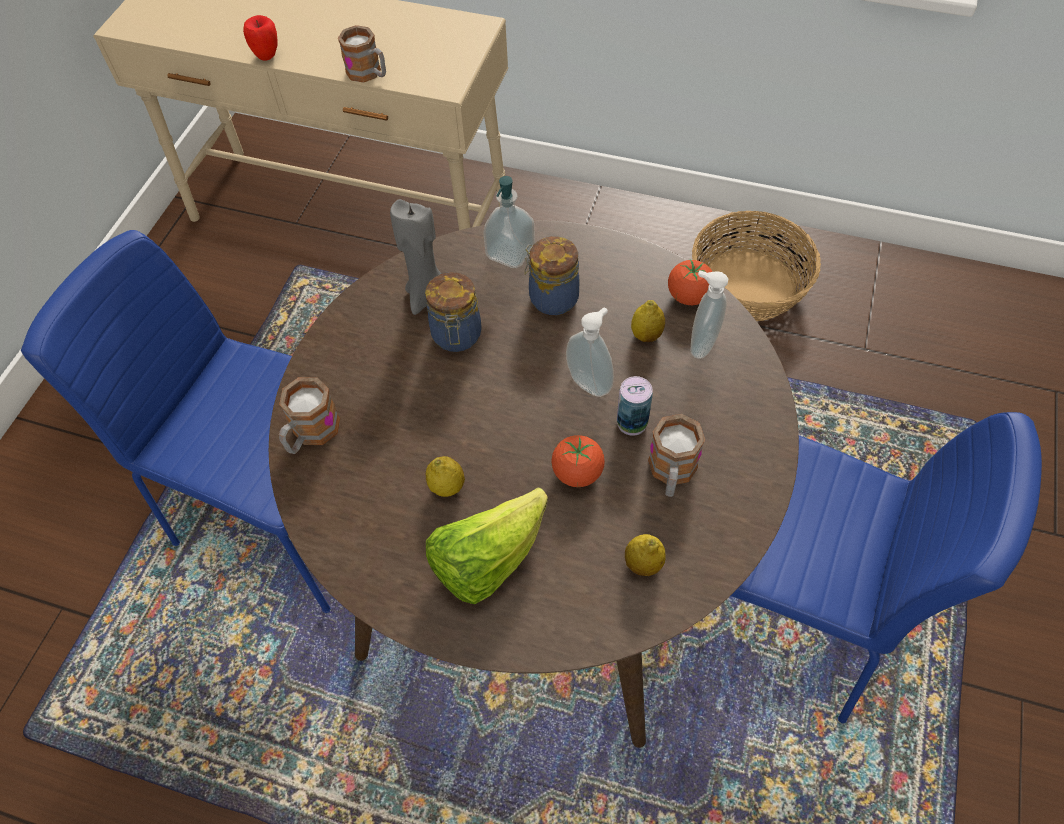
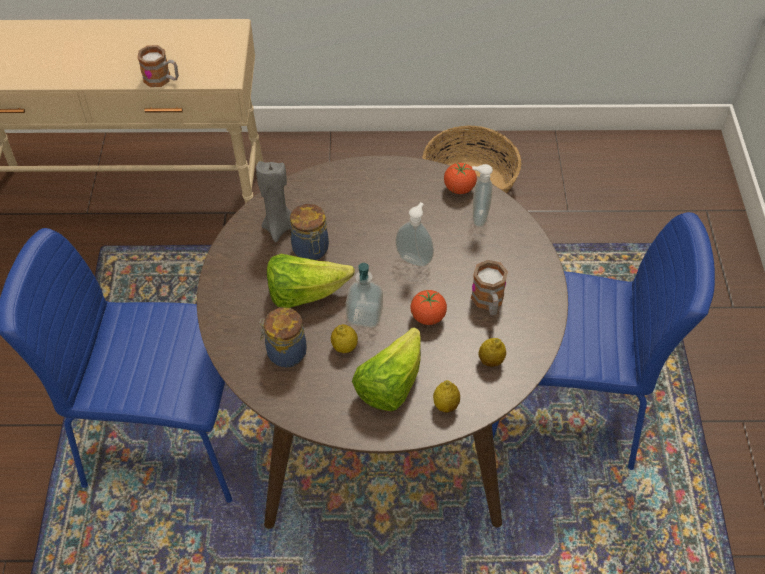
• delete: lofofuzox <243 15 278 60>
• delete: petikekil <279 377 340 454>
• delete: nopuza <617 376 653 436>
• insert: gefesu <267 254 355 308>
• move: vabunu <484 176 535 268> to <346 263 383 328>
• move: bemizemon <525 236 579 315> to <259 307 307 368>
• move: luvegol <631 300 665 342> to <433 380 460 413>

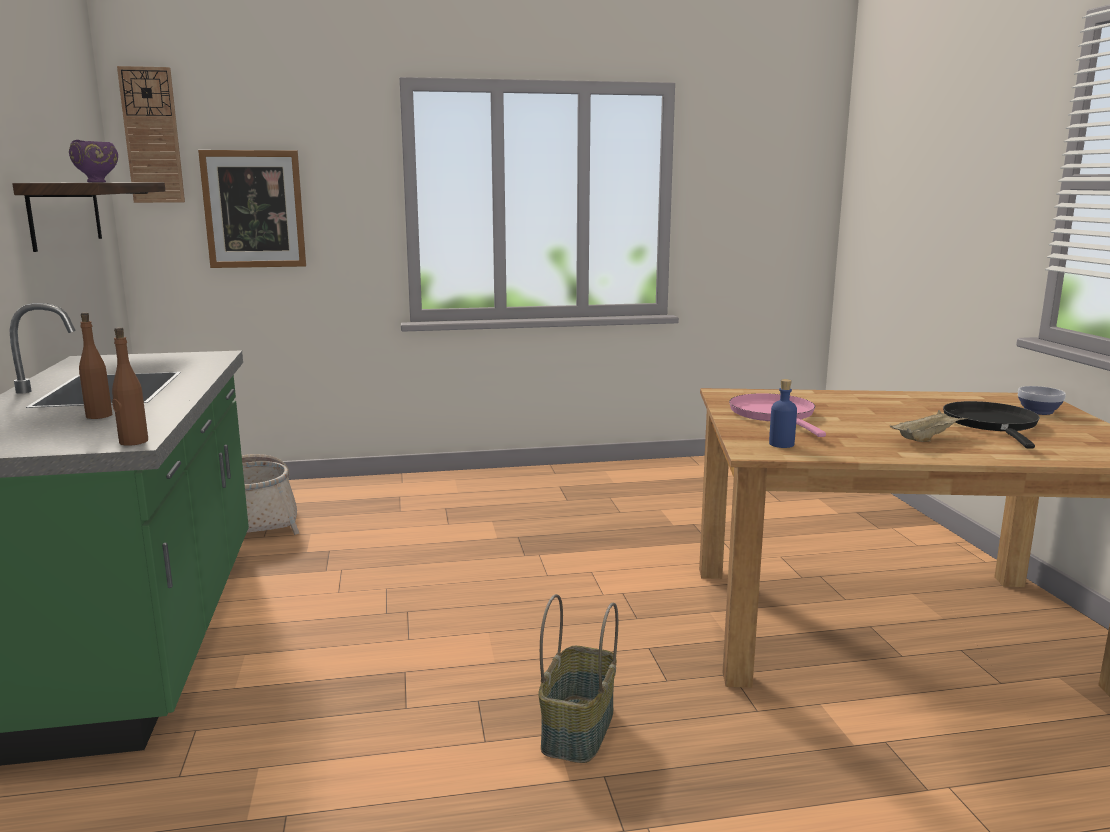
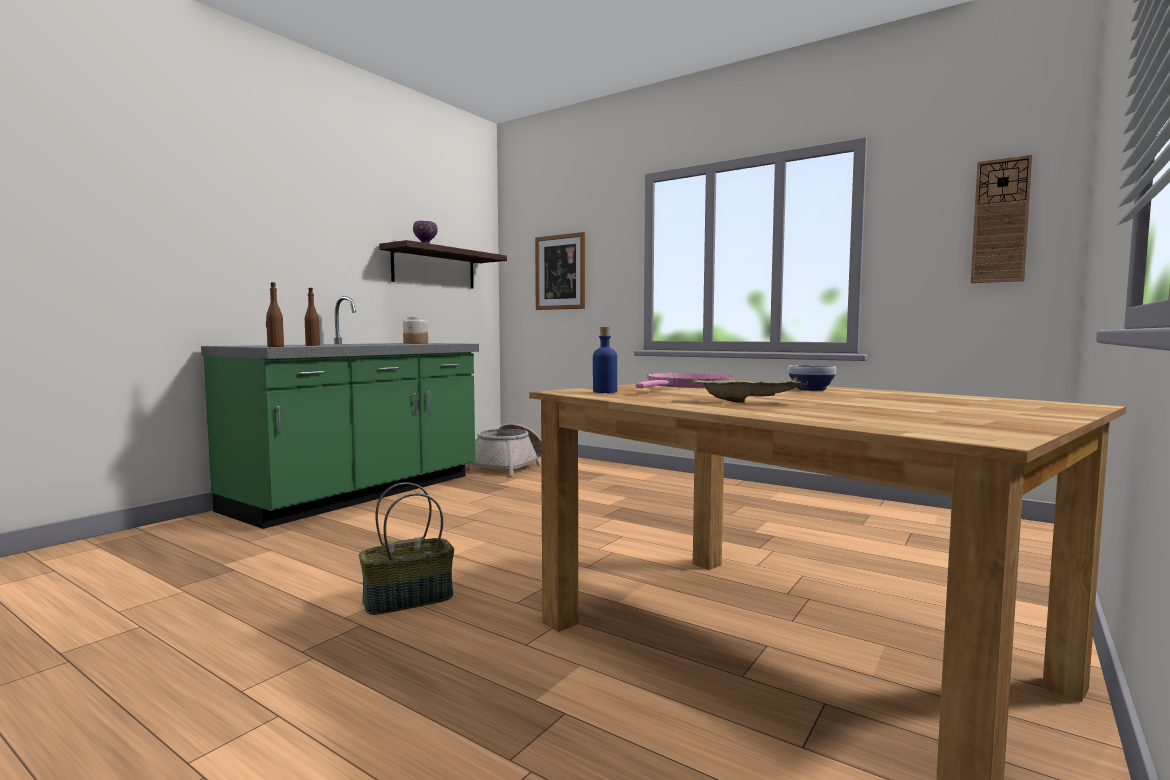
• delete: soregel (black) <943 401 1040 449>
• insert: bemizemon <403 317 428 344>
• move: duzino <117 66 185 203> to <971 155 1033 283>
• move: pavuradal <1018 386 1066 415> to <788 365 836 391>

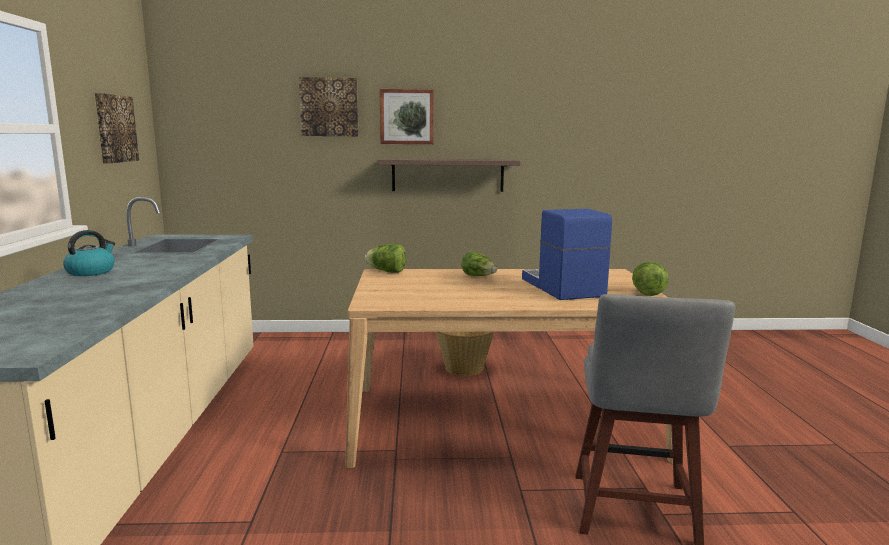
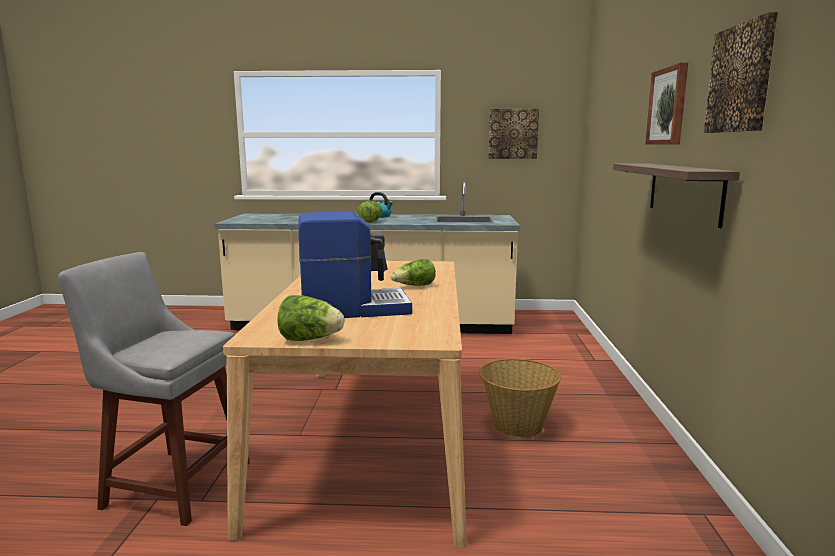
• move: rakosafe <299 77 358 136> to <704 12 779 133>
• move: gefesu <365 244 406 273> to <358 201 382 223>

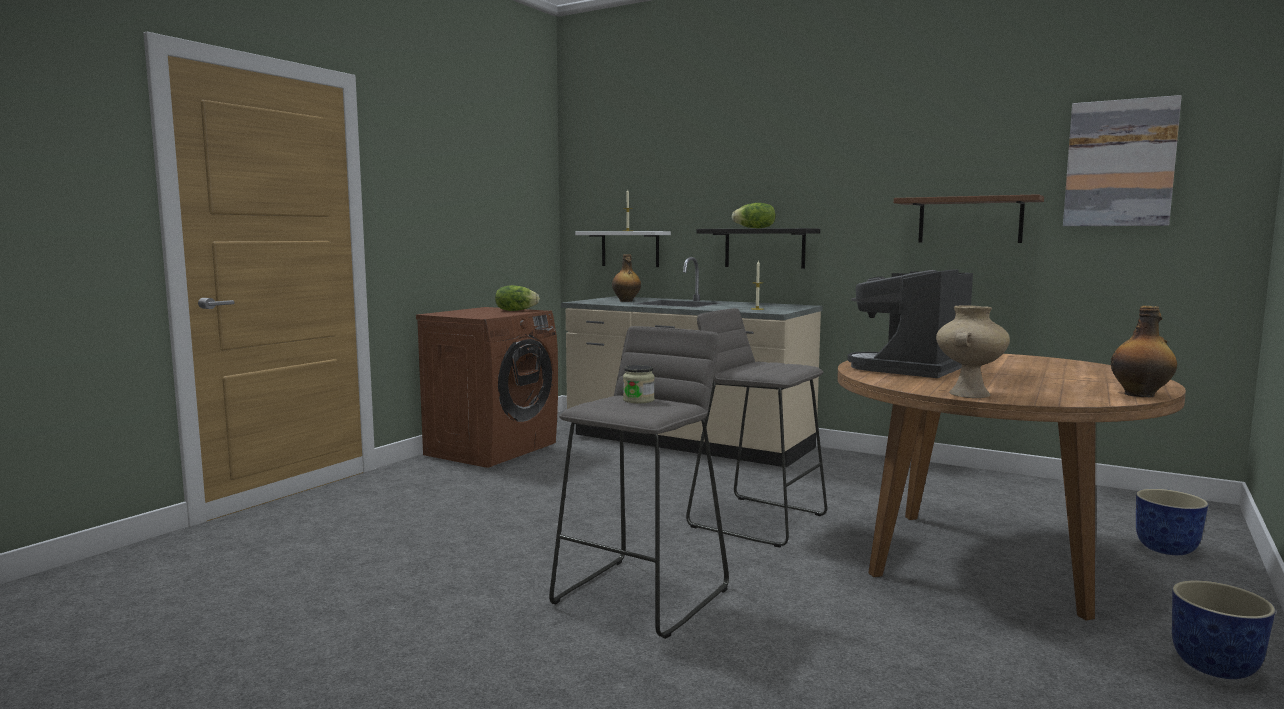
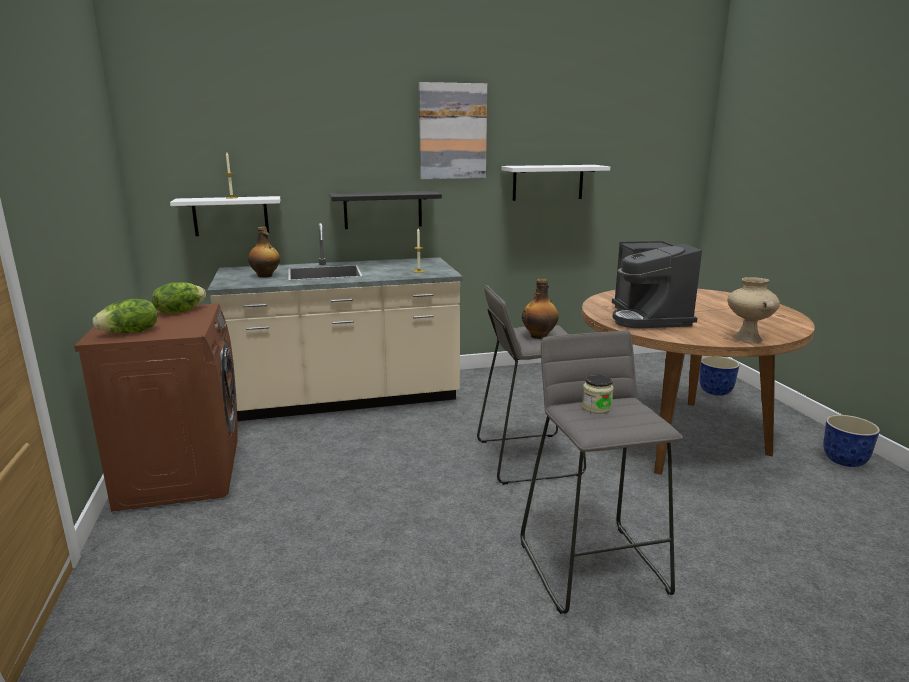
• move: gefesu <732 203 776 228> to <93 299 157 333>
• move: rakosafe <1063 95 1182 226> to <419 82 487 179>
• move: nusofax <1111 306 1177 397> to <522 279 559 339>
• recolor: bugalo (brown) <894 194 1044 243> to bugalo (white) <501 165 610 201>

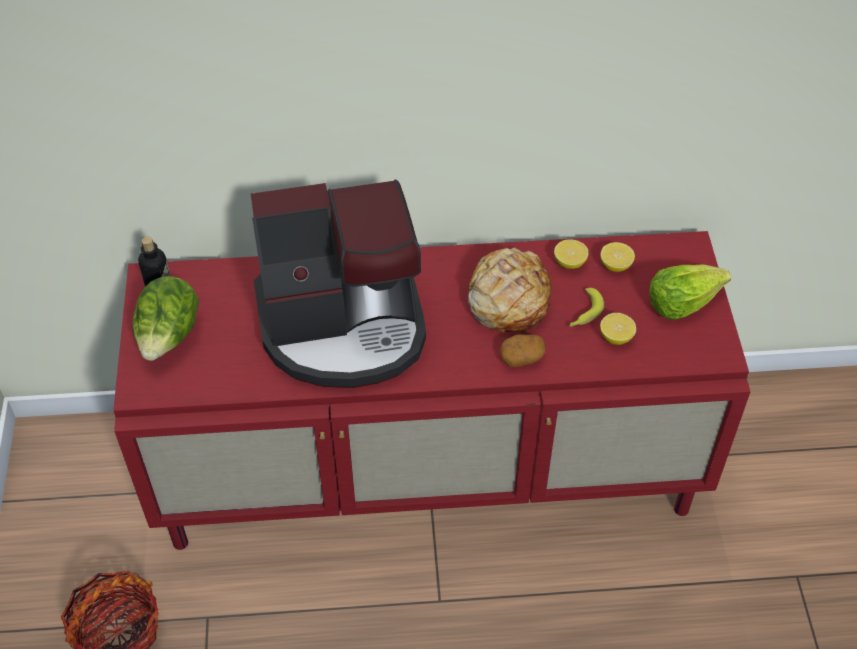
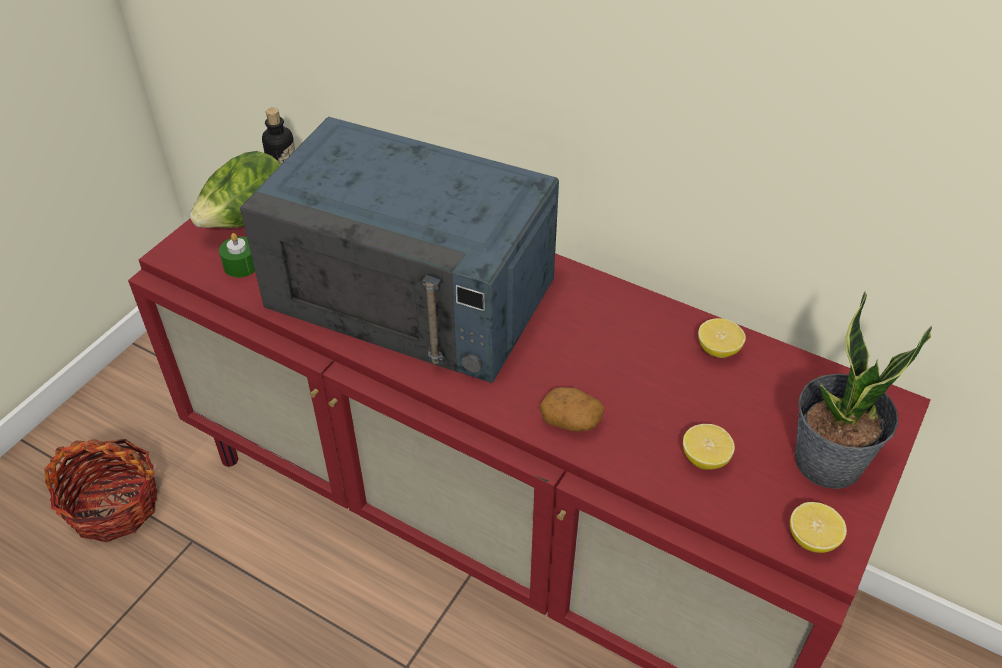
• delete: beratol <467 247 552 332>
• delete: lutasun <570 288 604 327>
• insert: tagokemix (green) <219 233 255 278>
• move: luvegol <600 242 635 272> to <790 502 847 553>
• replace: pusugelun <251 180 426 388> to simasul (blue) <240 117 559 383>
• replace: gefesu <649 264 731 320> to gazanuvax <795 292 932 489>

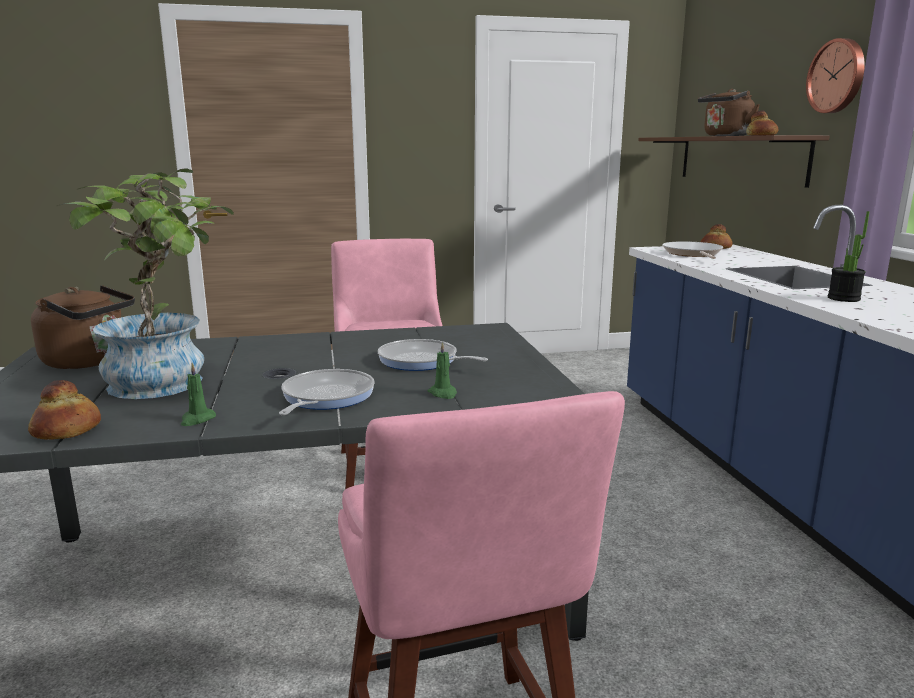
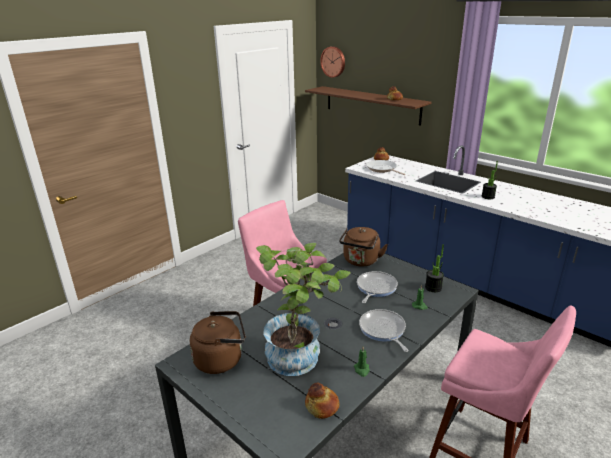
• insert: gazanuvax <425 244 444 292>
• move: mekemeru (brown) <698 89 760 136> to <339 227 388 267>
• move: duzino <806 38 865 113> to <320 46 345 78>
• rotate: soregel <378 339 488 371> = <357 271 398 303> 120 degrees clockwise

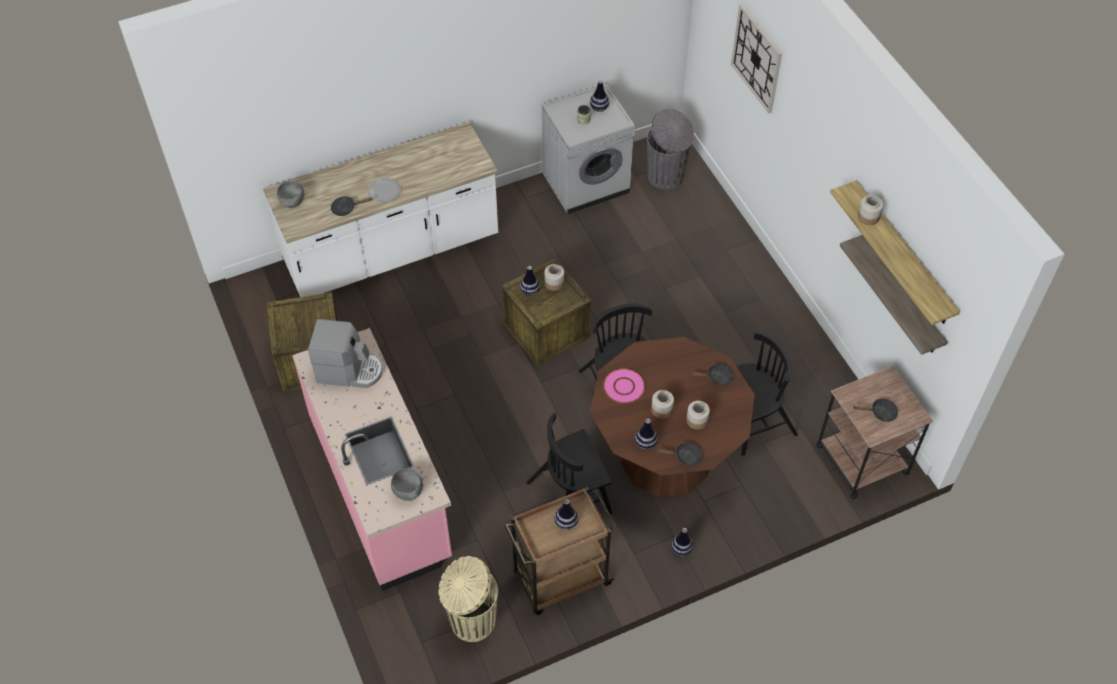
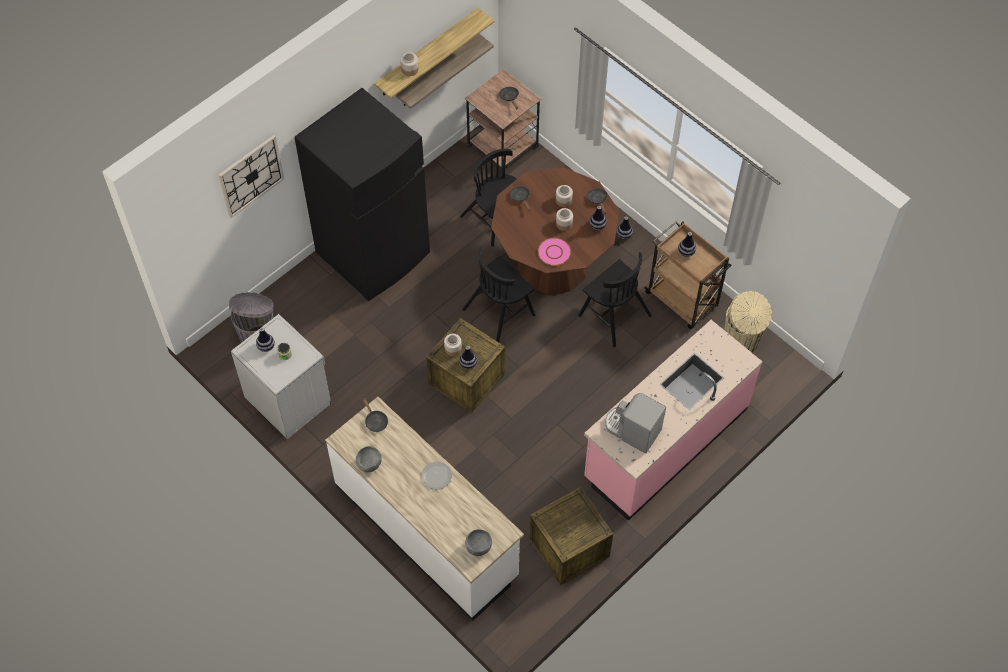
• insert: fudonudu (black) <295 88 430 301>
• move: soregel (black) <331 196 373 216> to <363 398 388 432>
• move: pavuradal (grey) <391 468 423 501> to <356 446 382 473>
• rotate: pusugelun <308 319 382 388> = <605 393 666 454> 45 degrees counterclockwise

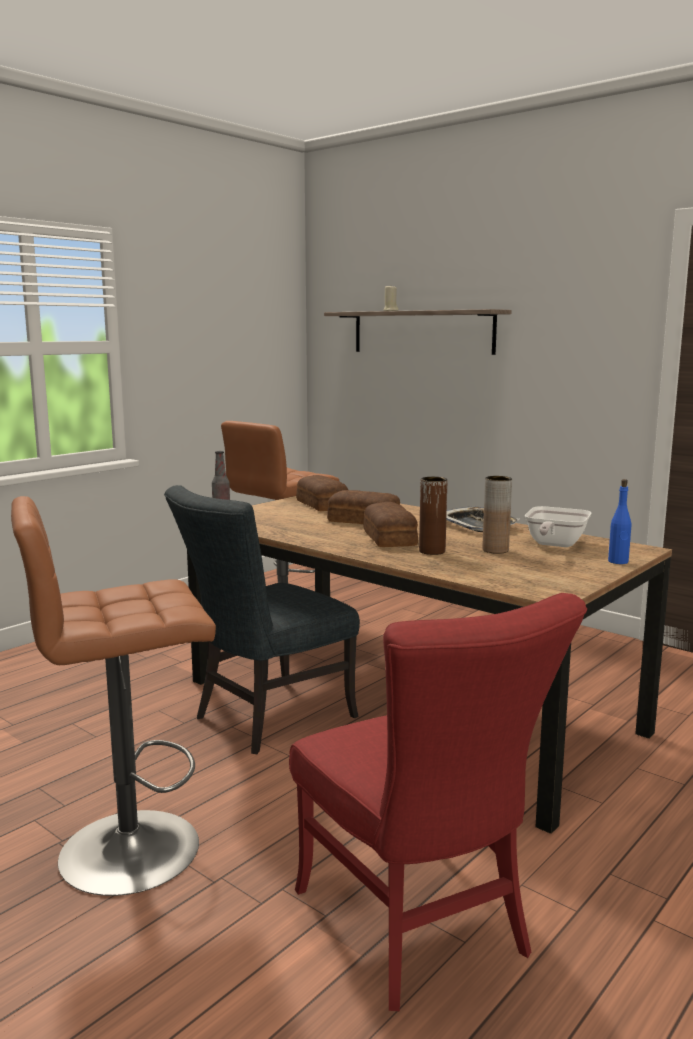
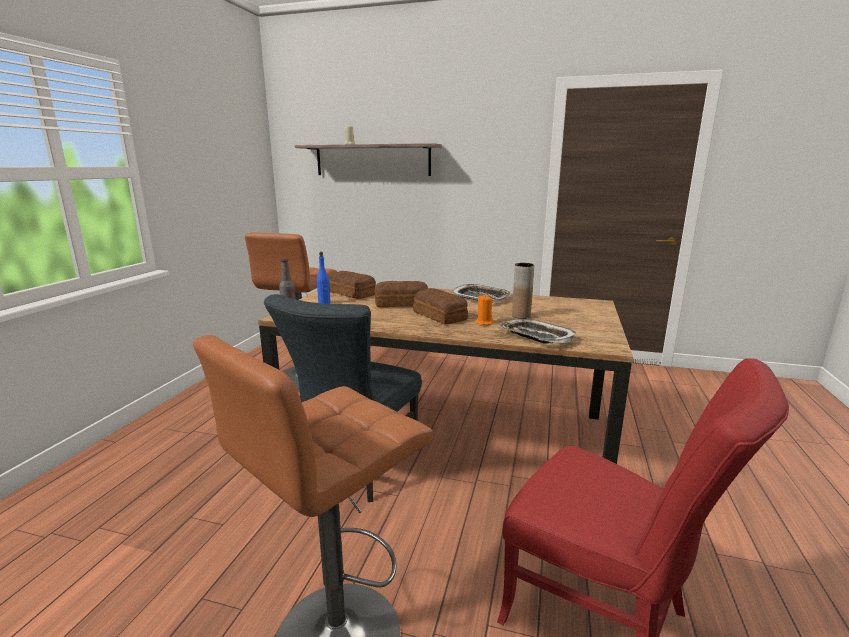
• delete: soregel <525 506 592 547>
• insert: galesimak <499 319 576 344>
• move: nusofax (blue) <608 479 631 564> to <317 252 331 304>
• replace: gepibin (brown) <419 477 447 555> to tagokemix (orange) <475 295 494 326>

